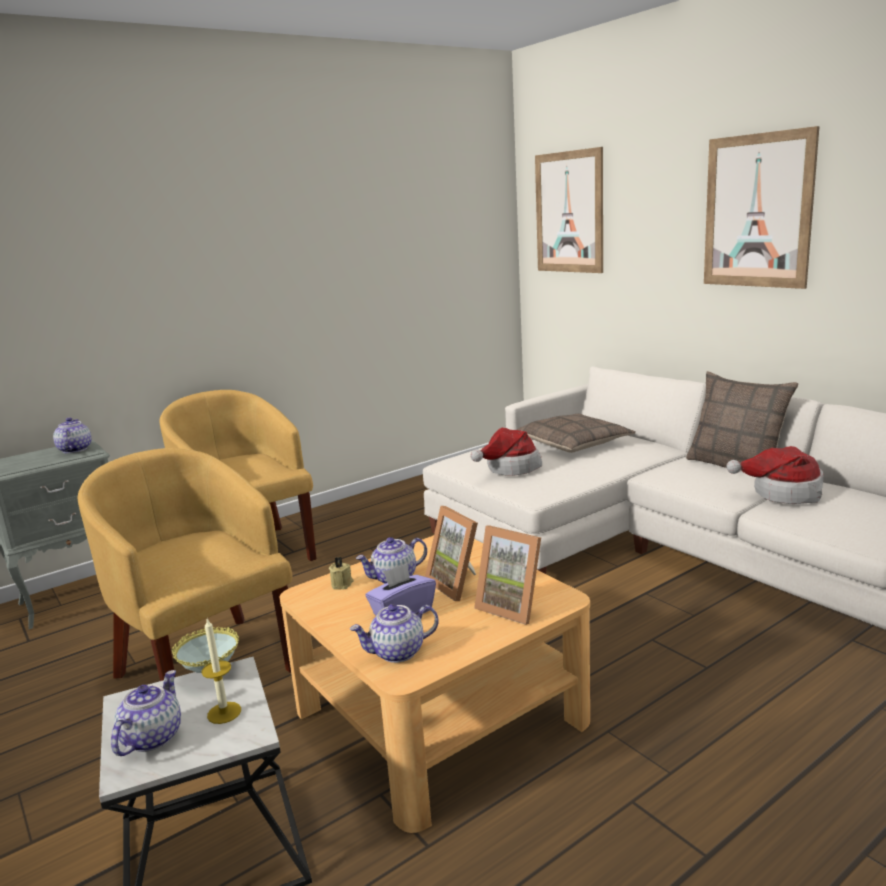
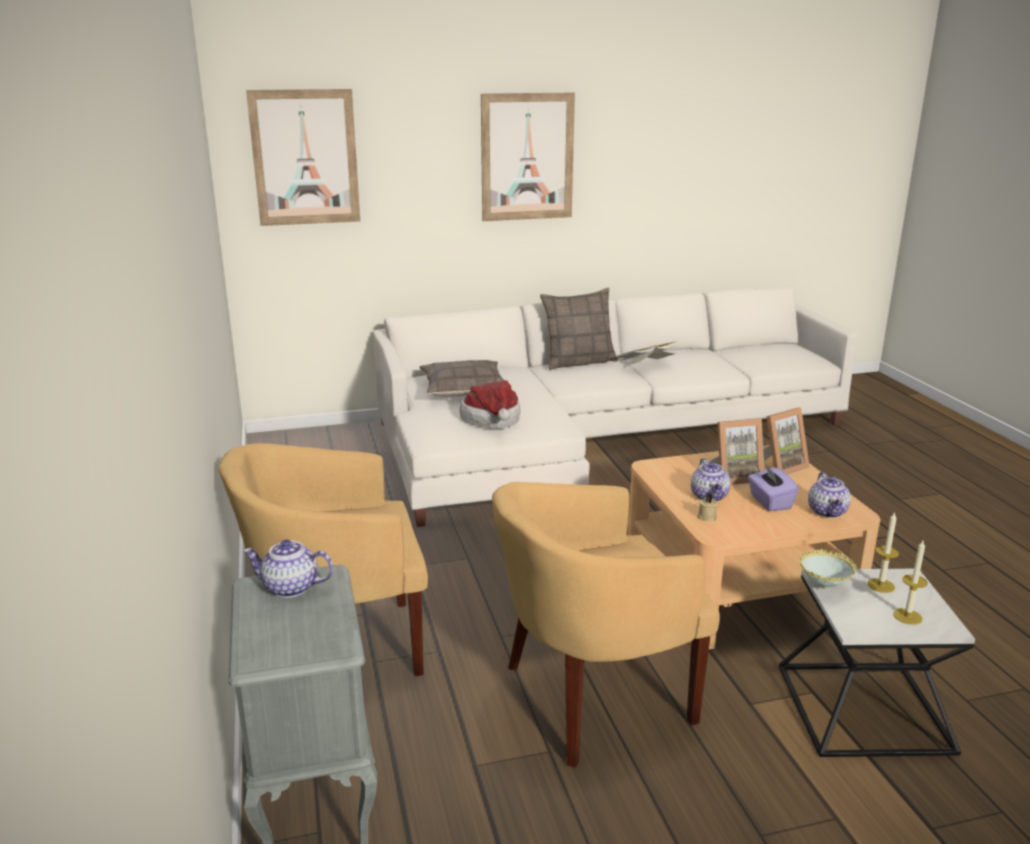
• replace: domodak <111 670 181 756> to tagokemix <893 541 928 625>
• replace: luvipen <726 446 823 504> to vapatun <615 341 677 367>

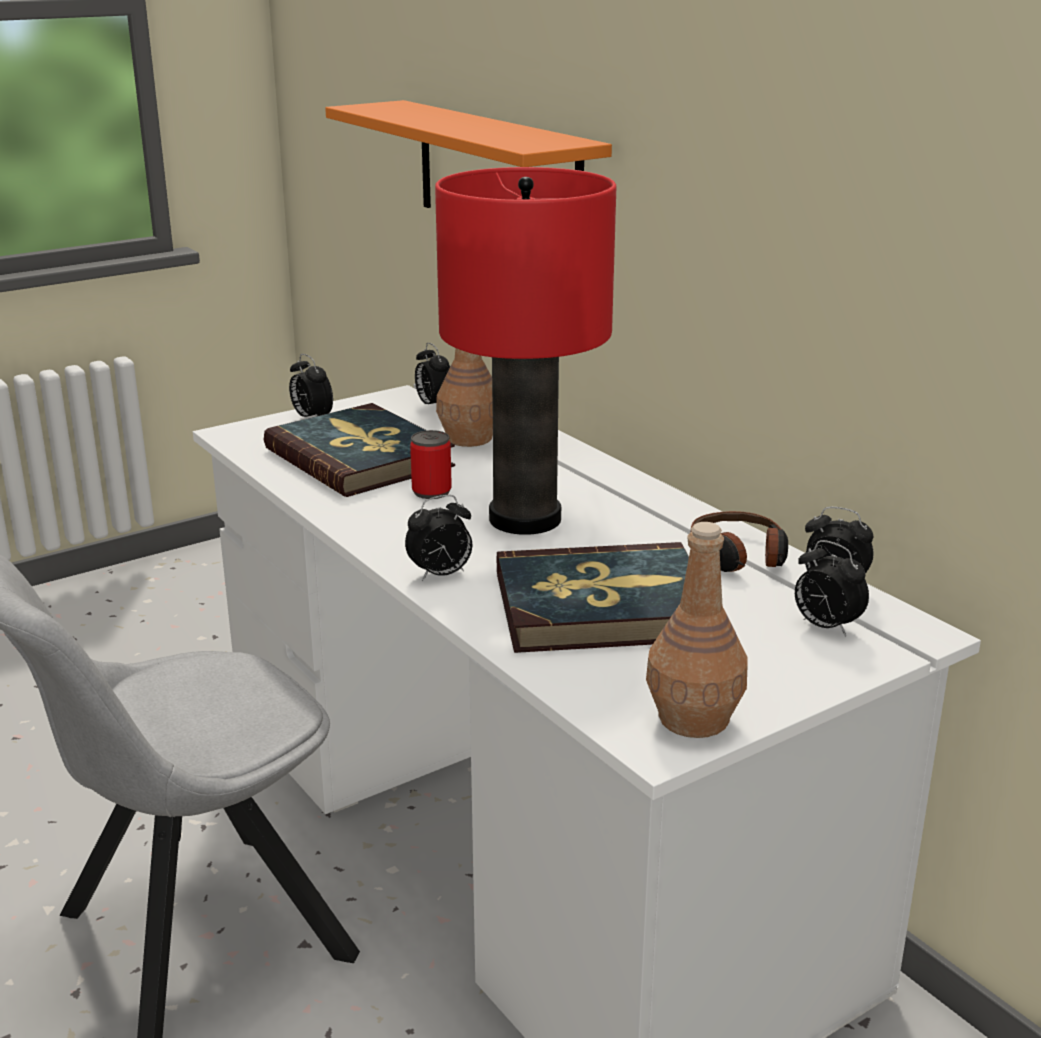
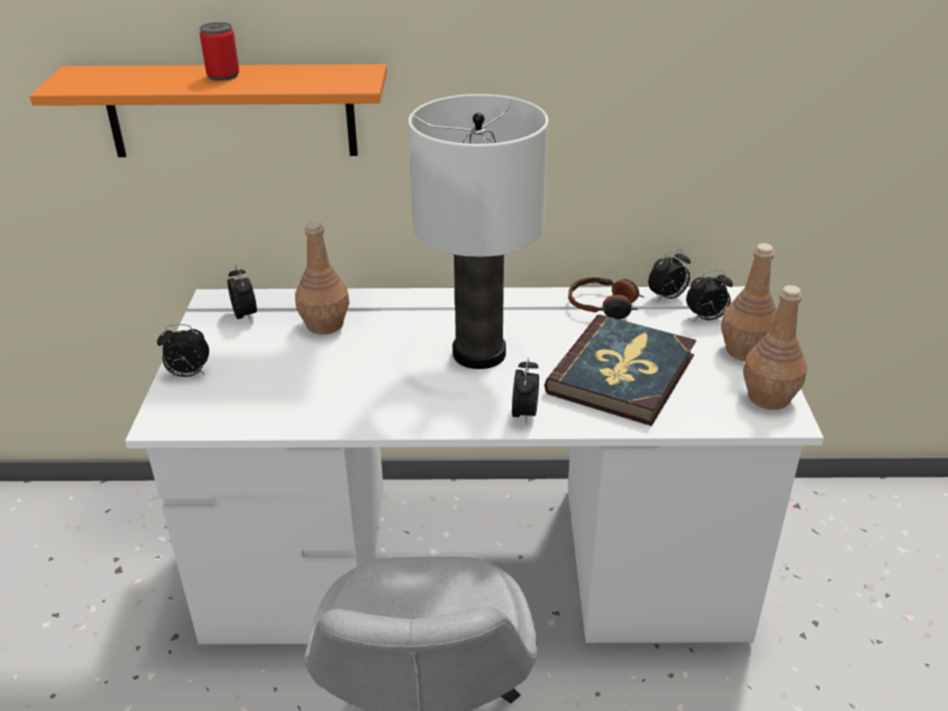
• delete: vapatun <264 403 455 497>
• insert: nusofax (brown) <721 243 777 361>
• move: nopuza <410 430 452 499> to <200 22 239 81>
• recolor: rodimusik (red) <435 167 617 535> to rodimusik (white) <408 94 549 369>
• rotate: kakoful <415 343 450 404> = <227 265 257 323> 120 degrees counterclockwise

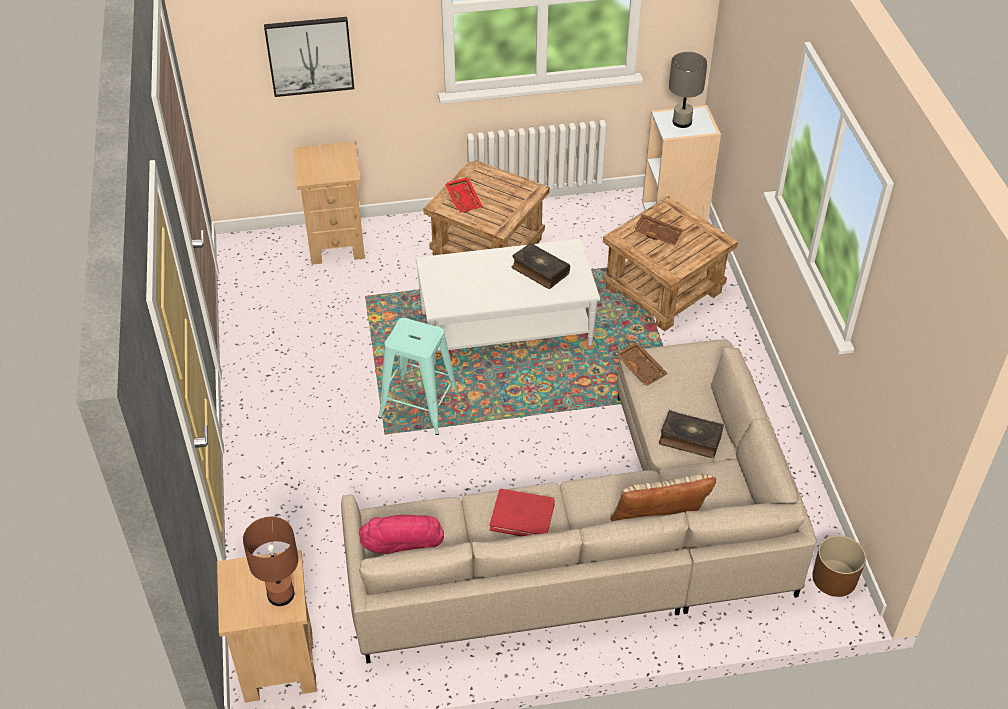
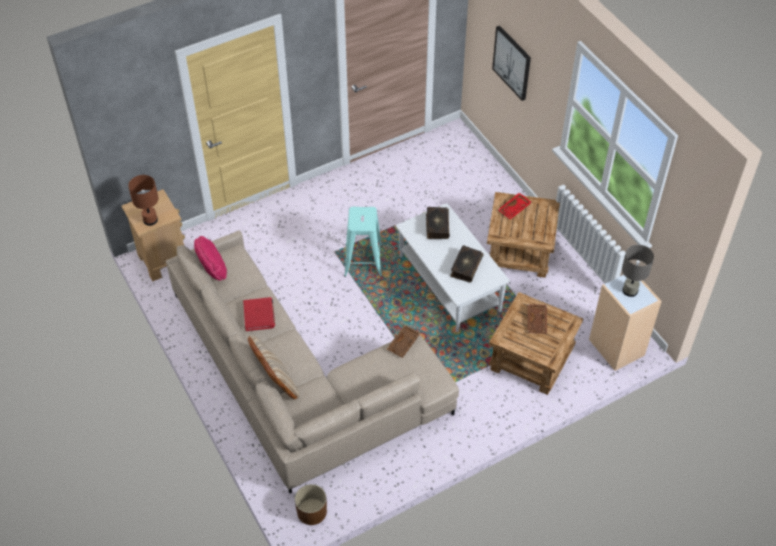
• delete: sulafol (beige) <293 141 365 265>
• move: vapatun <659 410 724 458> to <426 207 450 239>

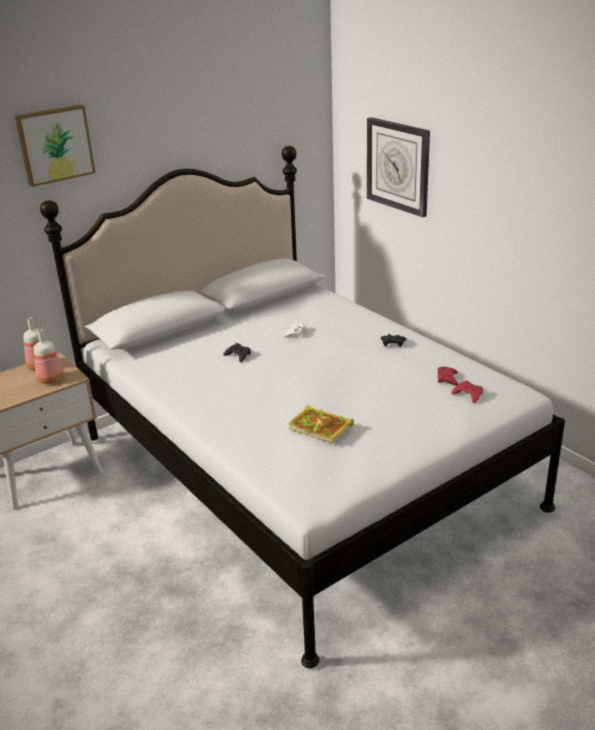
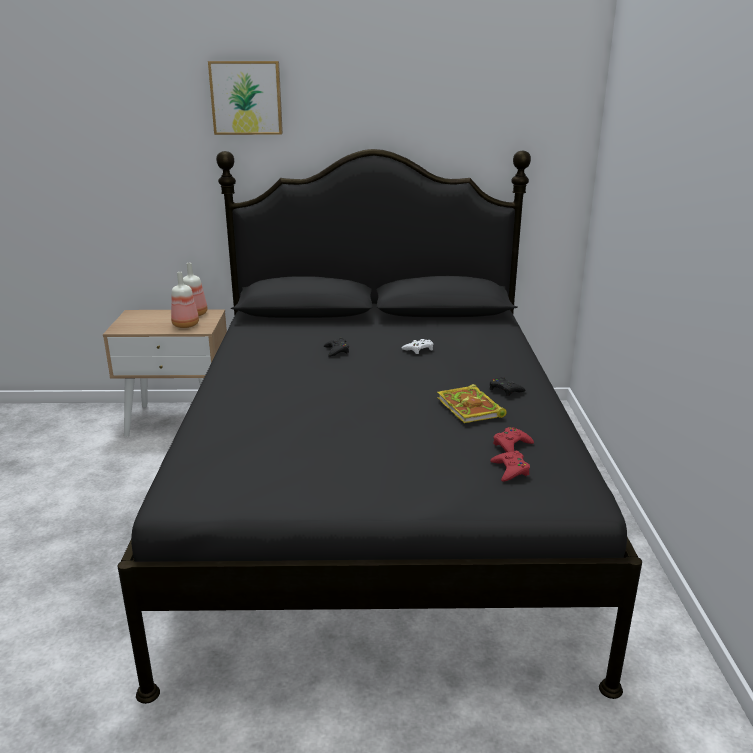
• delete: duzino <367 117 430 217>
• move: vapatun <288 405 354 443> to <437 384 507 423>
• recolor: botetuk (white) <40 146 565 668> to botetuk (black) <117 149 642 704>

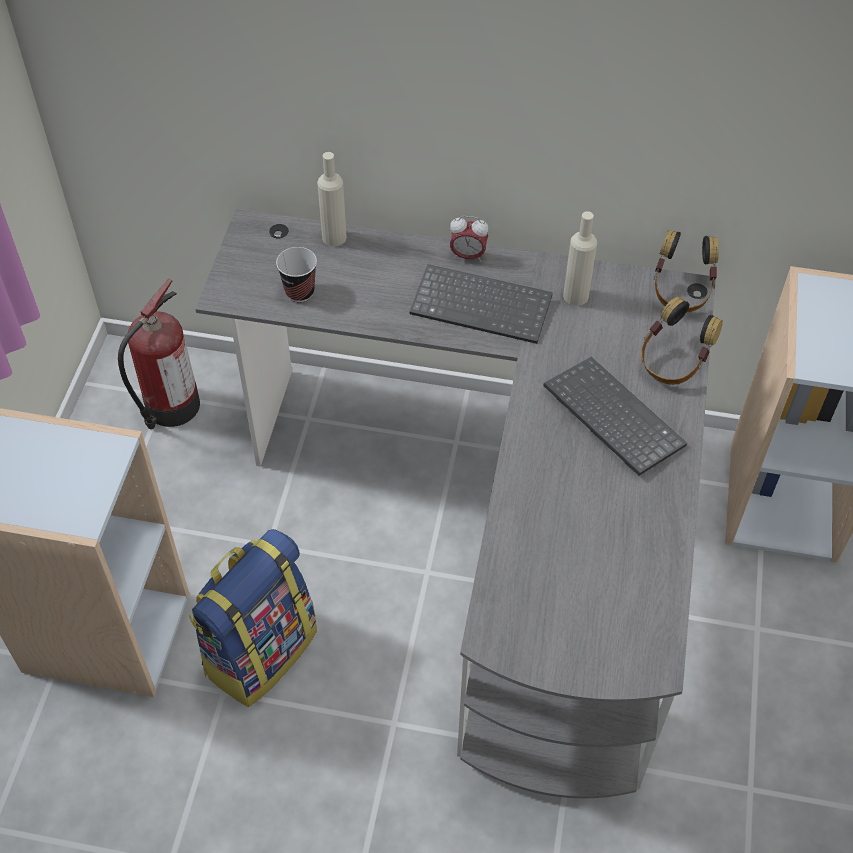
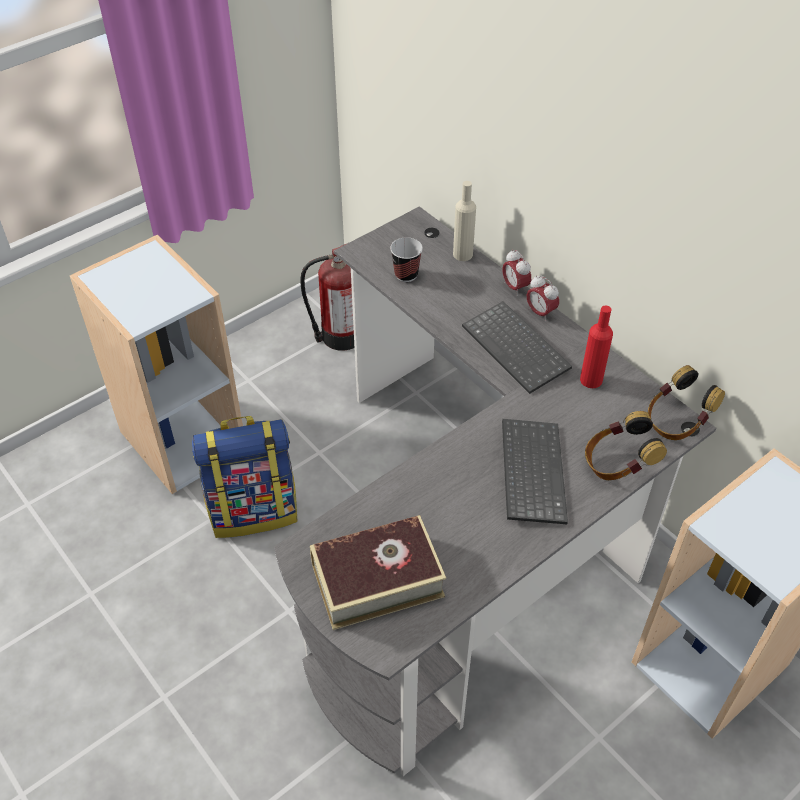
• insert: vapatun <310 515 446 630>
• insert: kakoful <502 250 531 296>
• recolor: nusofax (beige) <563 211 597 306> to nusofax (red) <580 305 613 388>

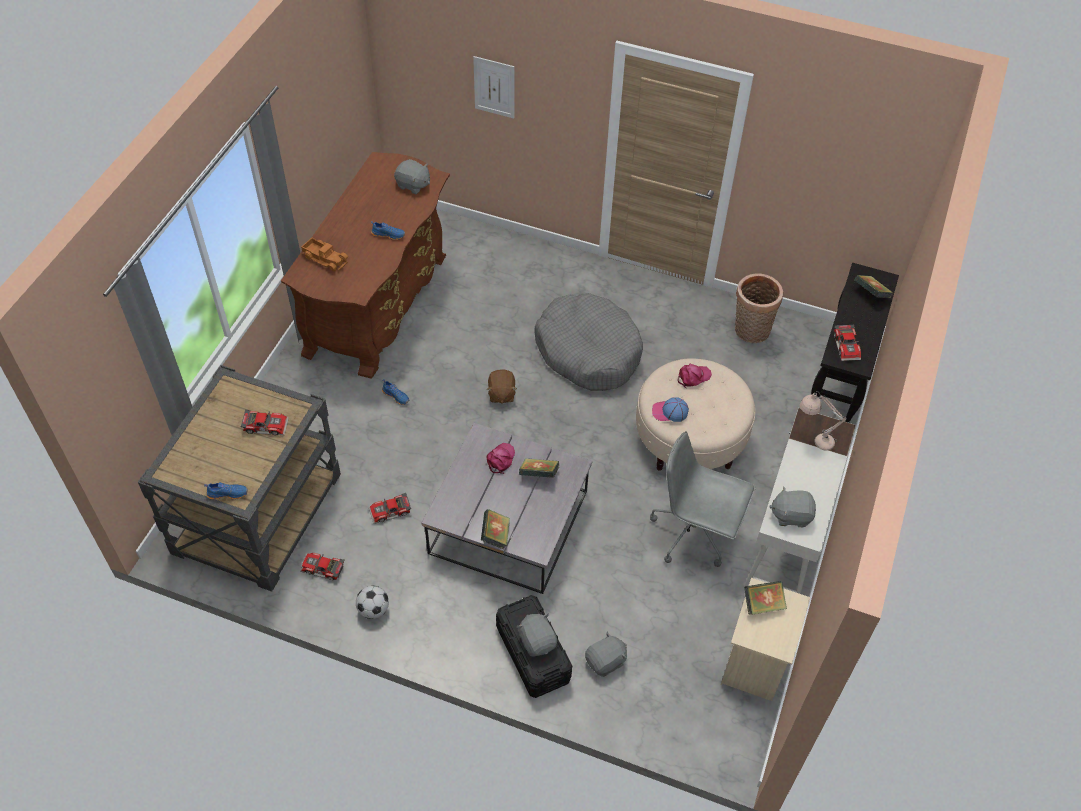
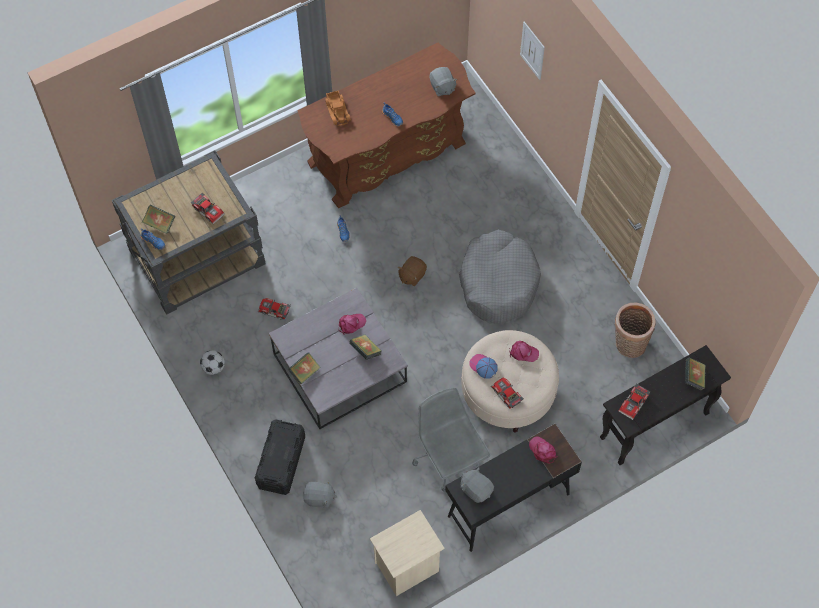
• delete: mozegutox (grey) <517 613 557 656>
• move: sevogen <300 553 345 580> to <491 378 524 408>
• move: vapatun <744 581 787 615> to <142 204 175 234>
• replace: rodimusik (beige) <800 391 847 451> to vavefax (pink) <529 436 557 464>
• recolor: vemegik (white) <744 408 856 594> to vemegik (black) <445 424 582 552>

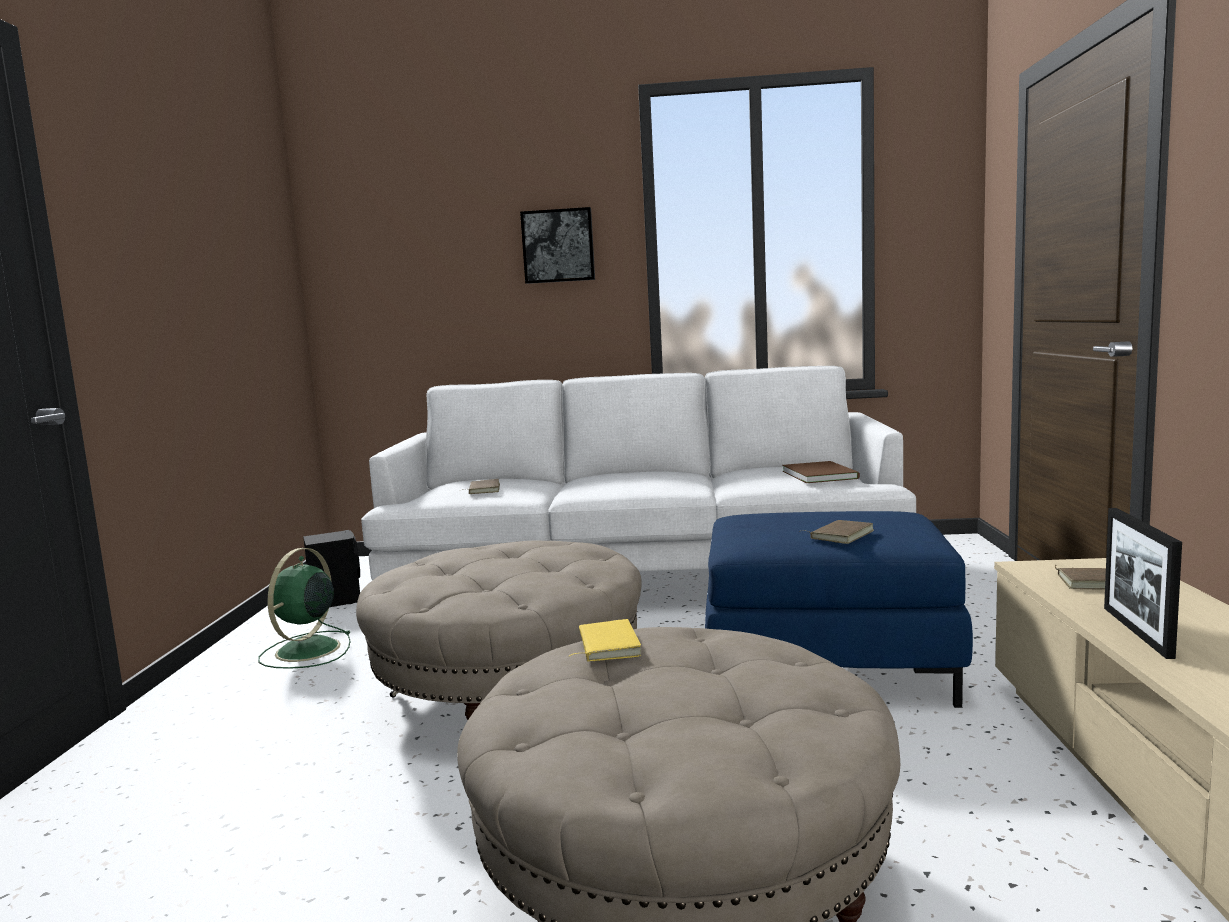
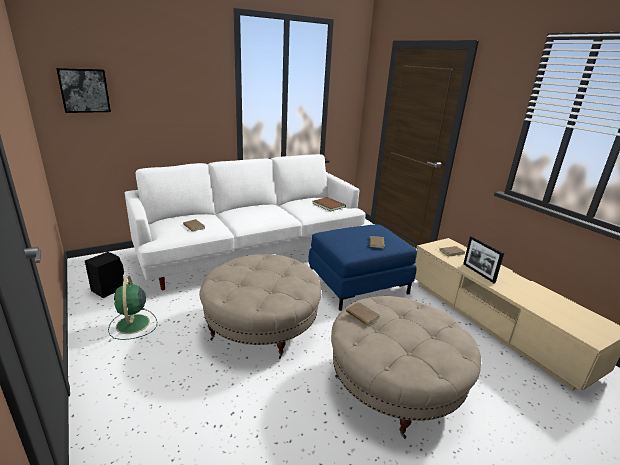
• move: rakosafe <520 207 595 284> to <56 68 111 113>
• recolor: vapatun (yellow) <569 619 642 662> to vapatun (brown) <346 302 380 326>

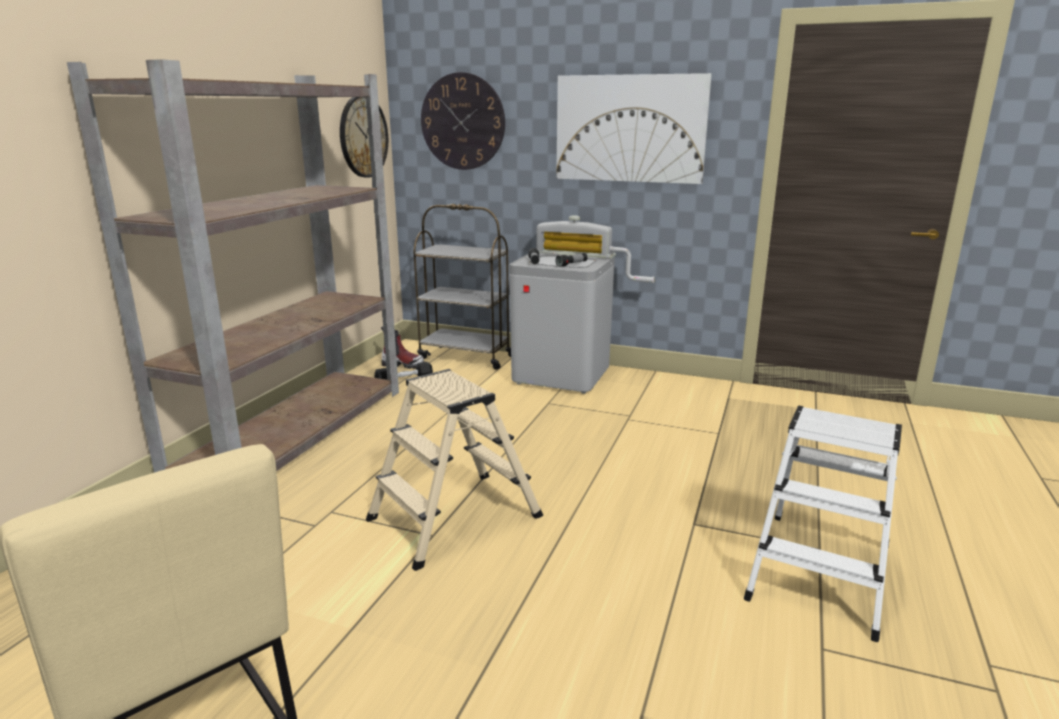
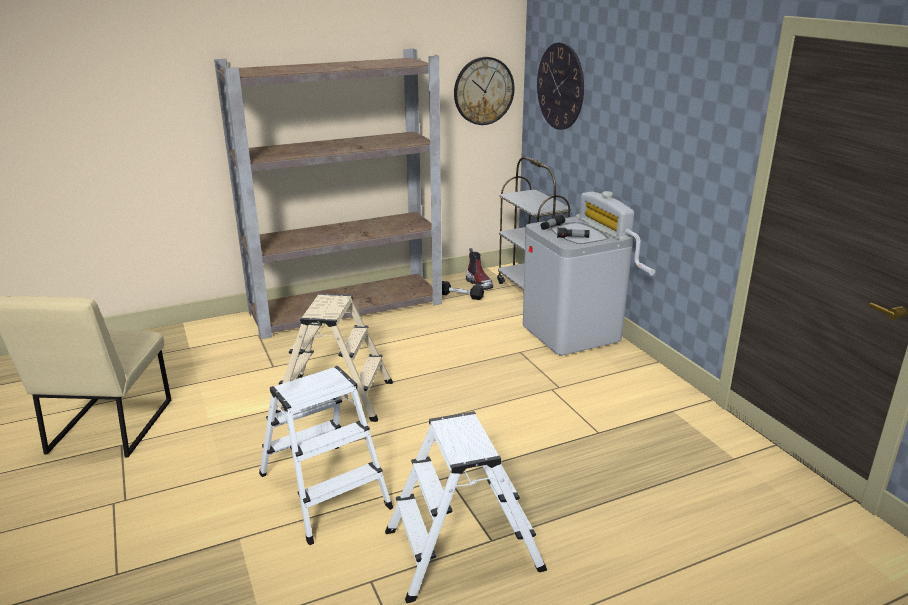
• delete: rakosafe <556 73 712 184>
• insert: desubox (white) <259 366 393 545>

